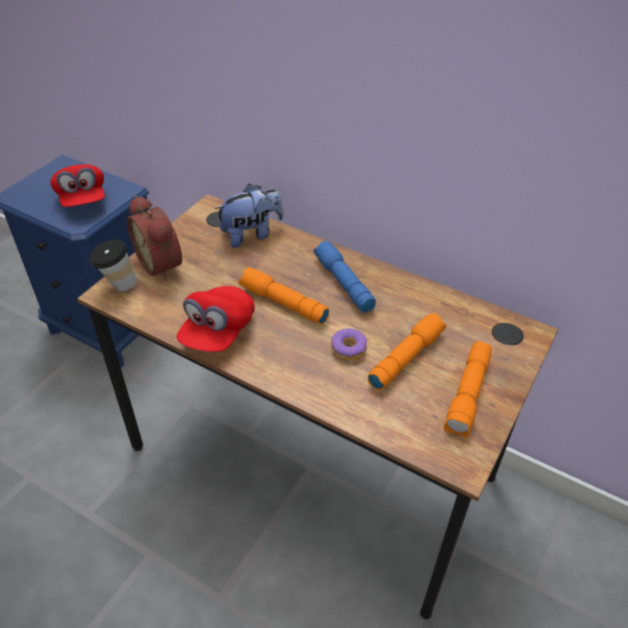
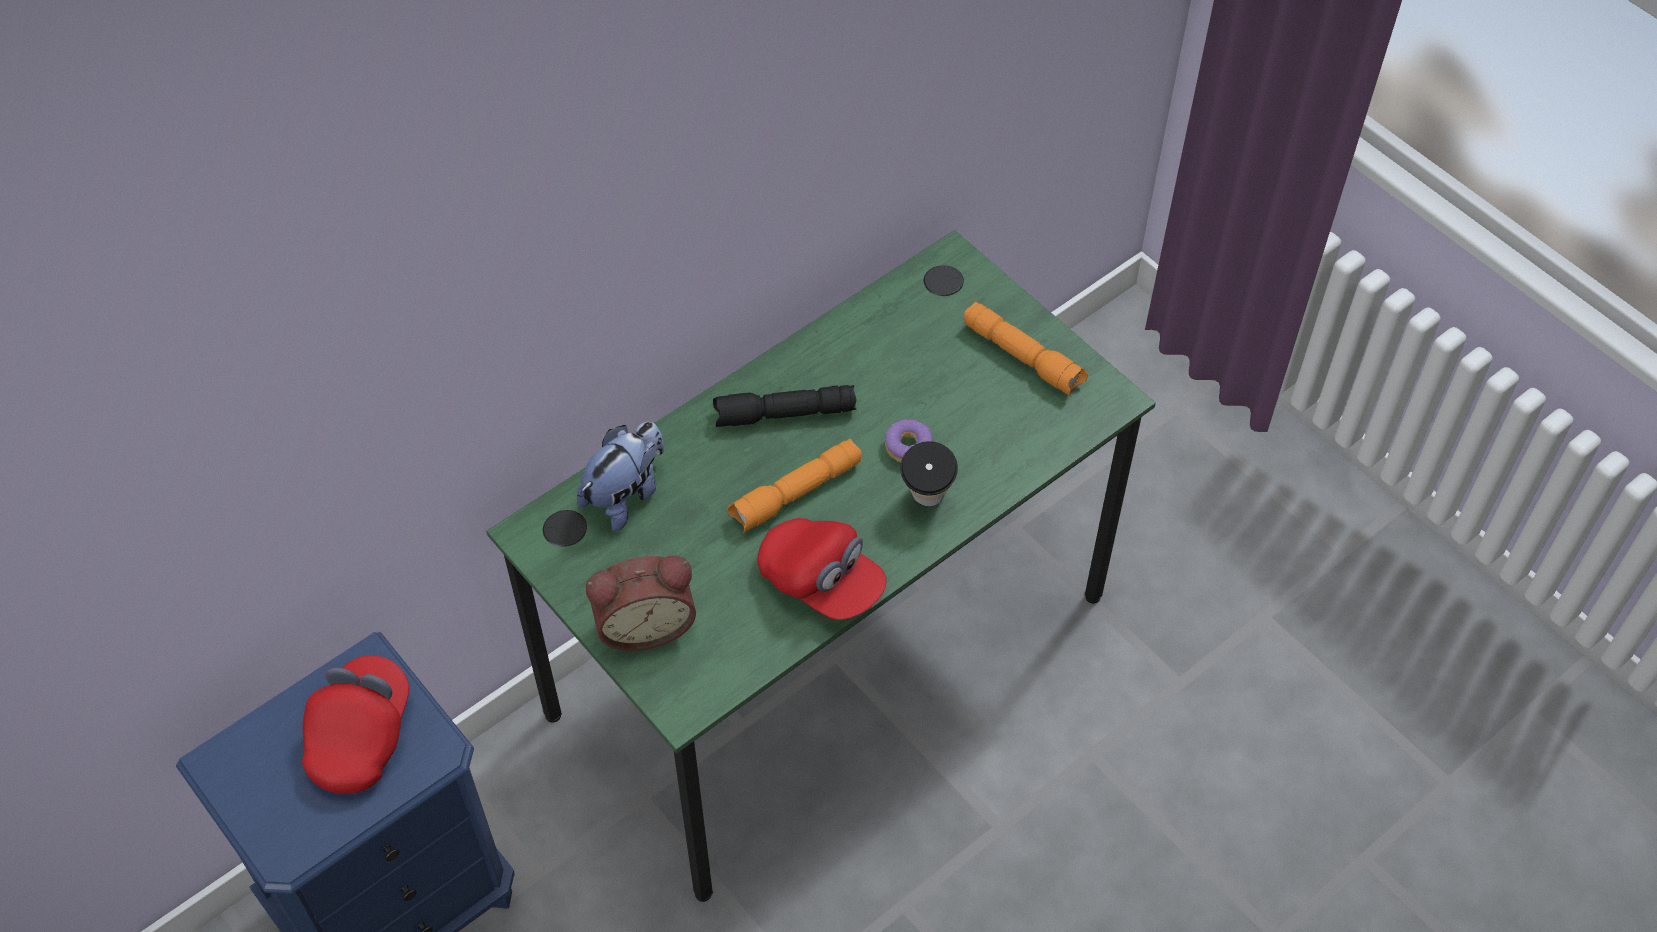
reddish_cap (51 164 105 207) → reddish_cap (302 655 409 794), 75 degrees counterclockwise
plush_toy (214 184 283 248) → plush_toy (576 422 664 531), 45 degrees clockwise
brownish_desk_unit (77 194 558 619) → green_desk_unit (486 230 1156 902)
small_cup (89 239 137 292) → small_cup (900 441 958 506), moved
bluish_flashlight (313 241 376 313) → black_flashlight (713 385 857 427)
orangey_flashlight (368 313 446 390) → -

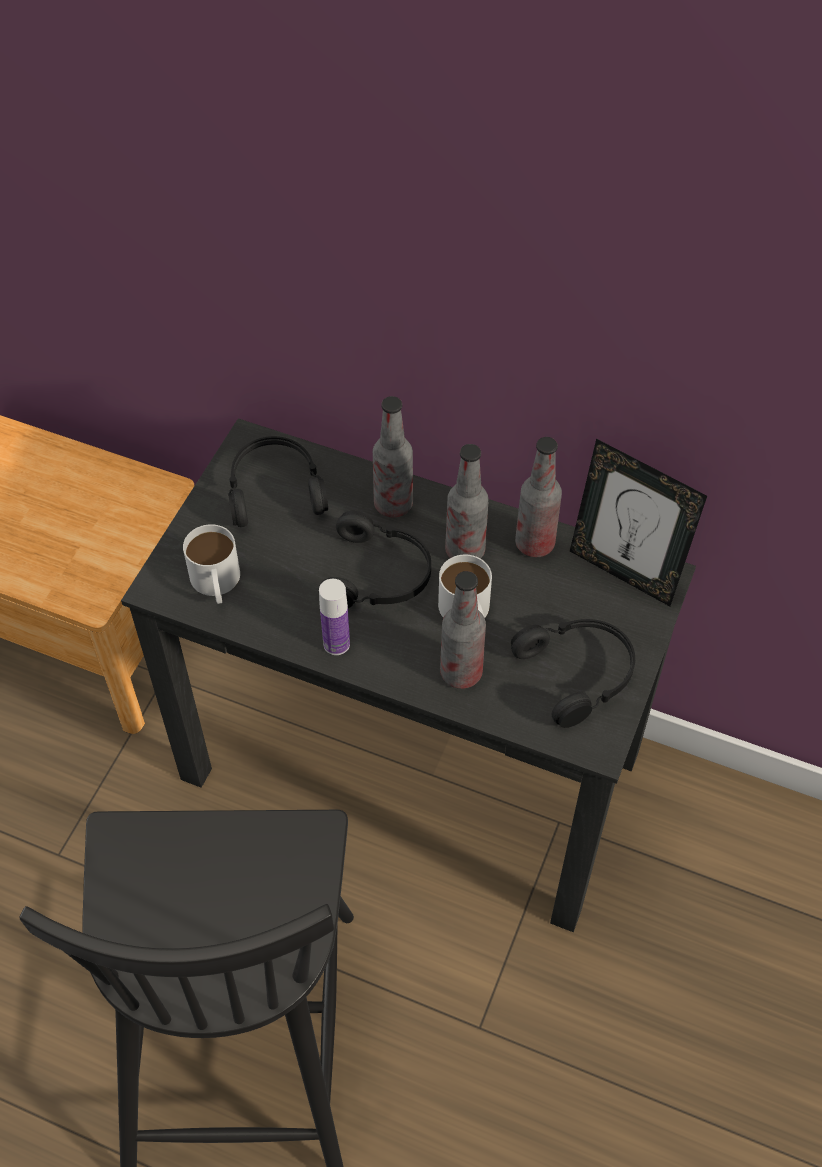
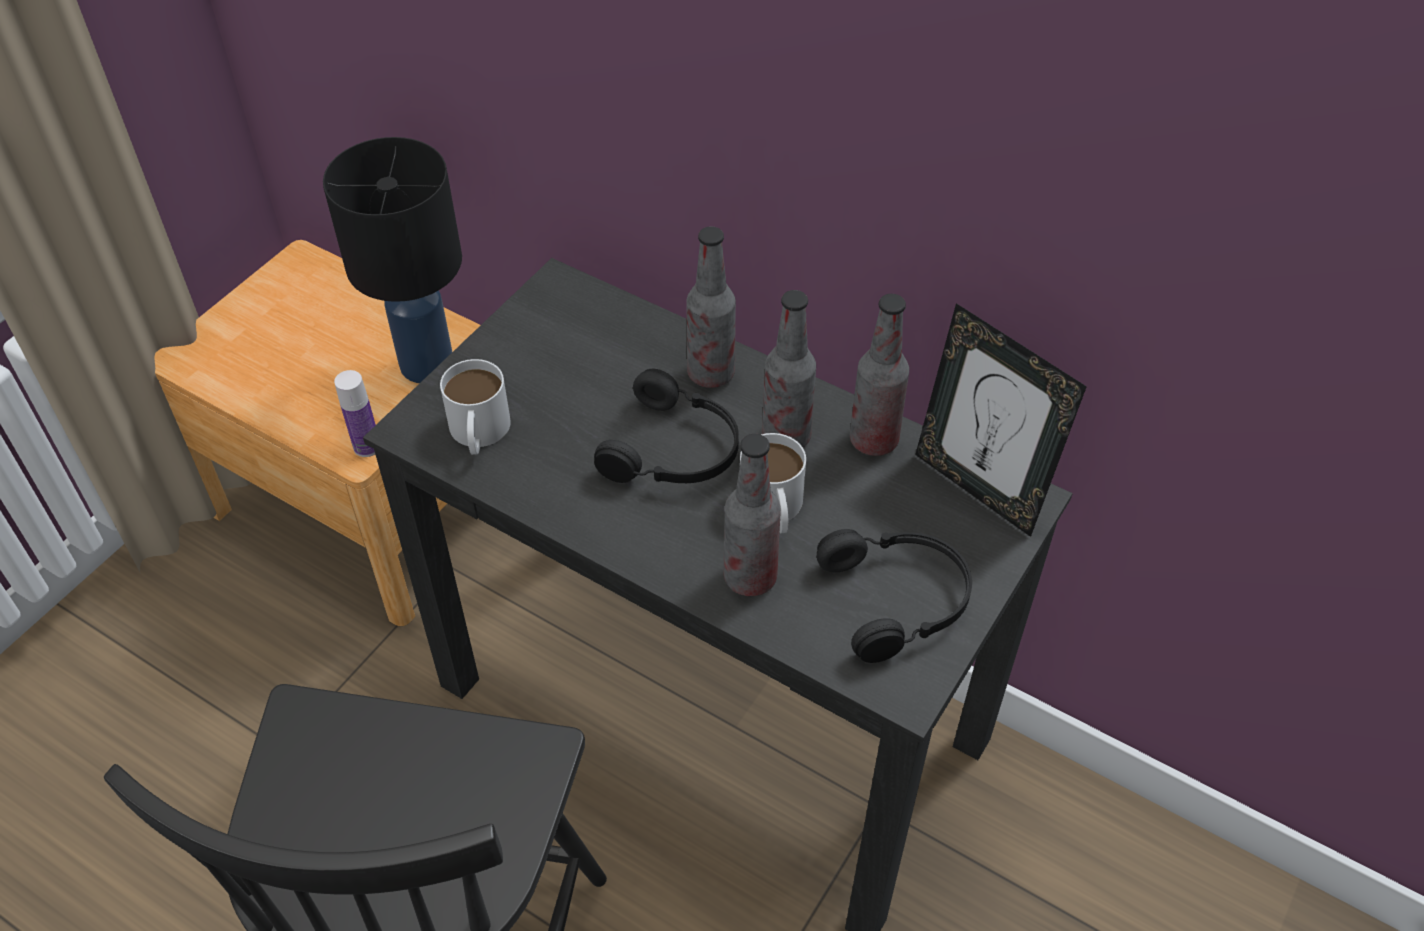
black_pair_of_headphones (228 436 328 527) → -
beverage_bottle (319 579 350 655) → beverage_bottle (334 370 376 457), moved
- → black_lamp_for_a_table (323 137 462 383)

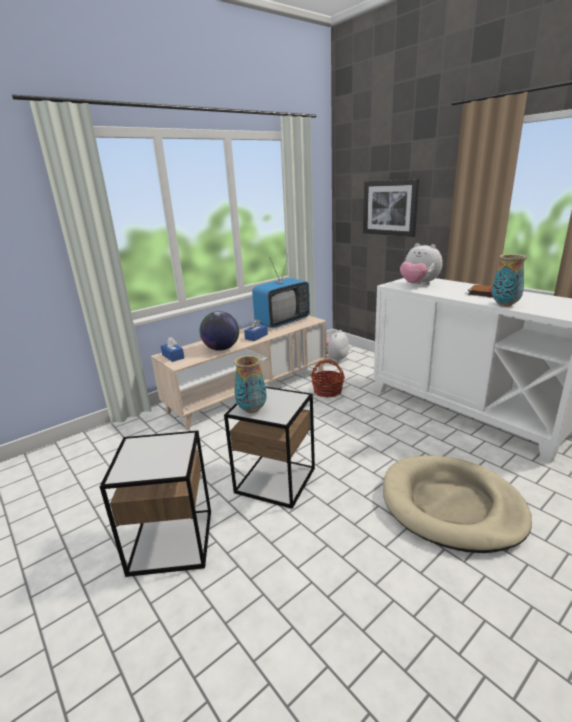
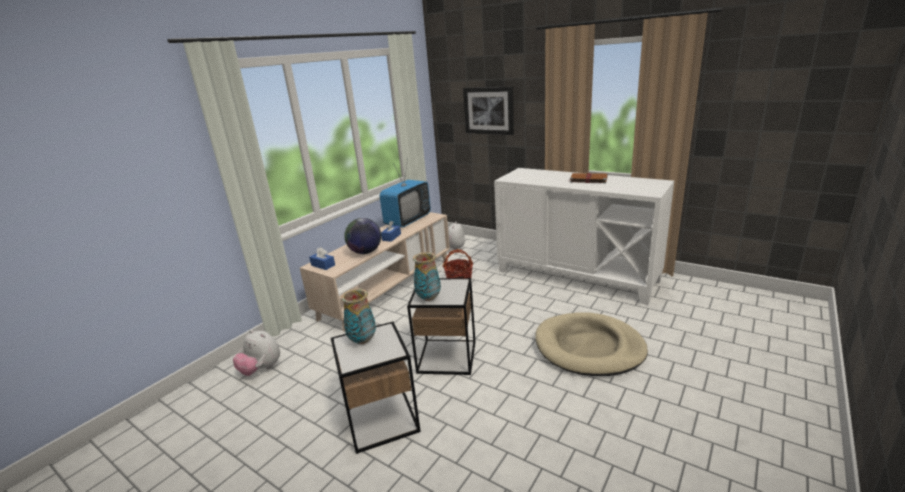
plush_toy (400 243 443 285) → plush_toy (233 330 280 376), moved
flower_vase (492 254 527 307) → flower_vase (341 289 376 344), moved

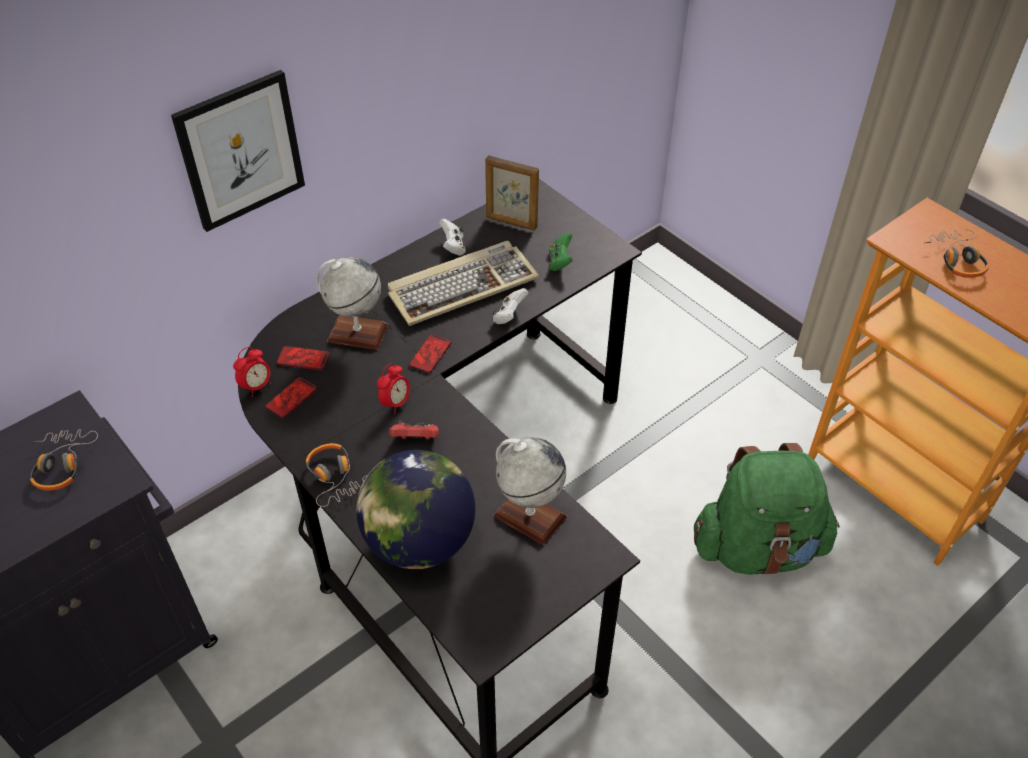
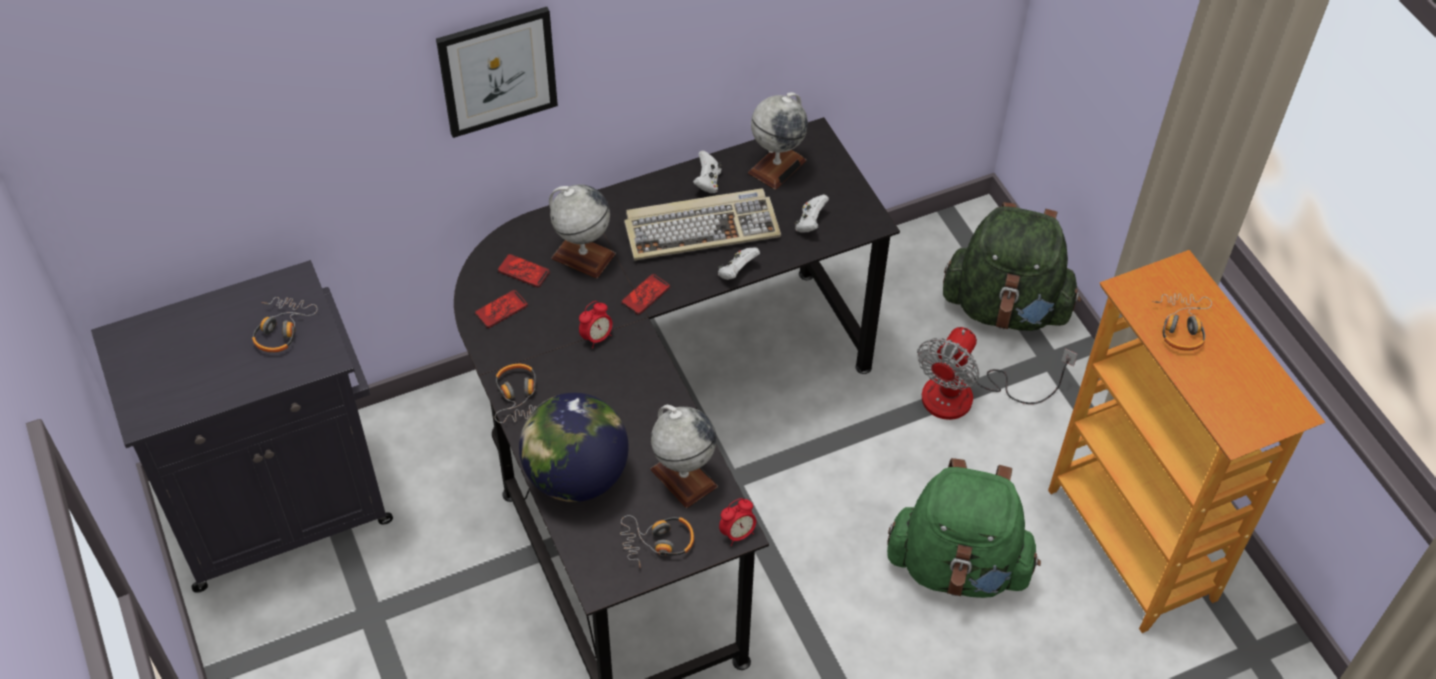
photo_frame (485 155 539 231) → world_globe (748 92 808 190)
green_game_controller (548 232 573 271) → white-coloured_game_controller (795 195 829 233)
table_clock (233 347 272 397) → table_clock (719 498 756 546), moved
reddish_game_controller (389 420 439 440) → -
- → green_knapsack (943 202 1081 331)
- → electric_fan (917 327 1077 420)
- → pair_of_headphones (620 515 694 568)

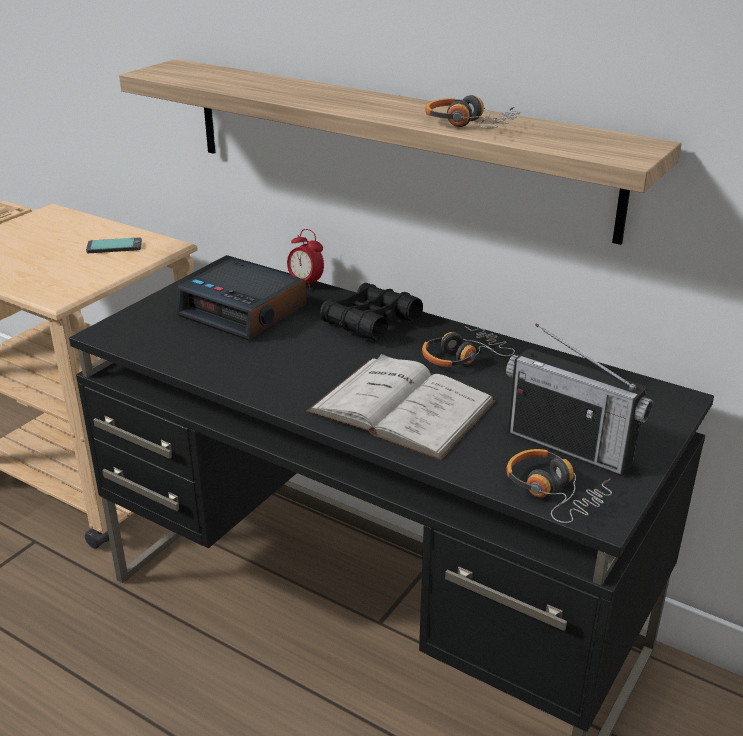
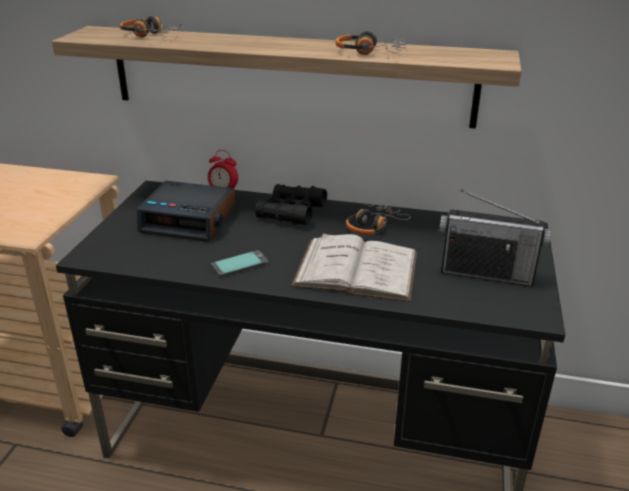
telephone (86 237 142 253) → telephone (211 250 269 278), moved
pair_of_headphones (506 449 612 523) → pair_of_headphones (120 16 183 37), moved

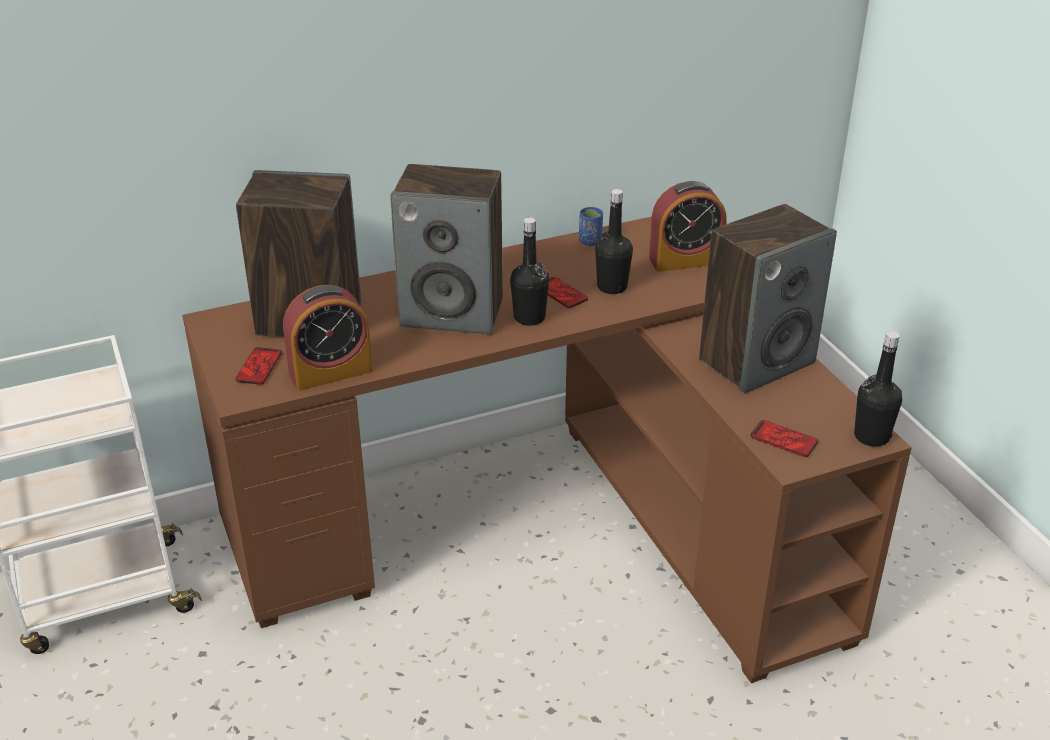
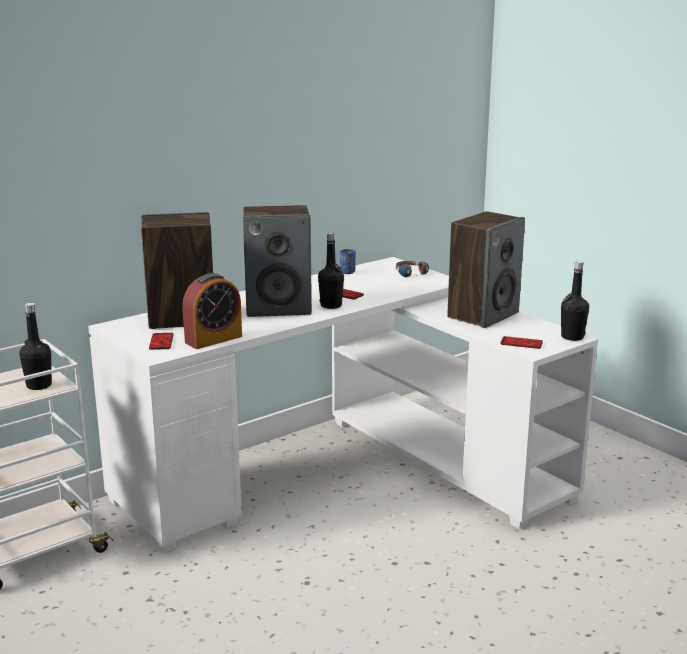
table_clock (649 181 727 272) → pair_of_headphones (396 261 429 277)
black_beverage_bottle (595 189 633 294) → black_beverage_bottle (20 303 52 390), moved
brownish_desk_unit (182 217 912 683) → white-coloured_desk_unit (88 257 598 553)

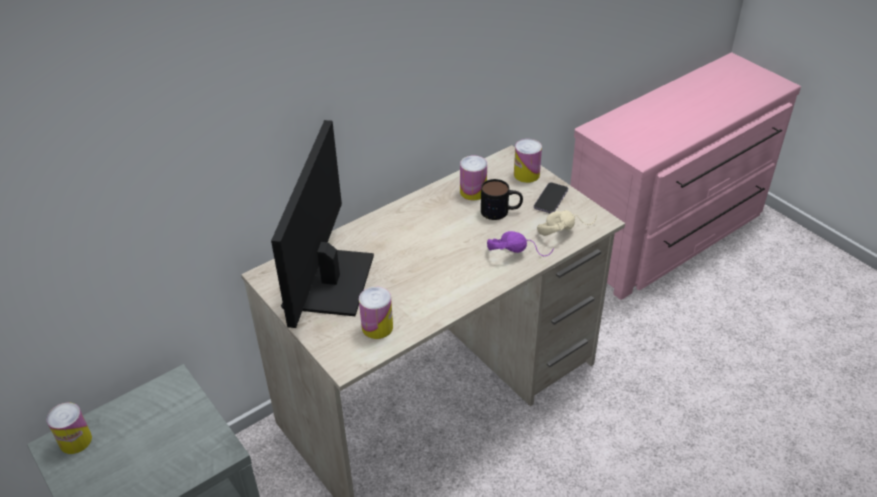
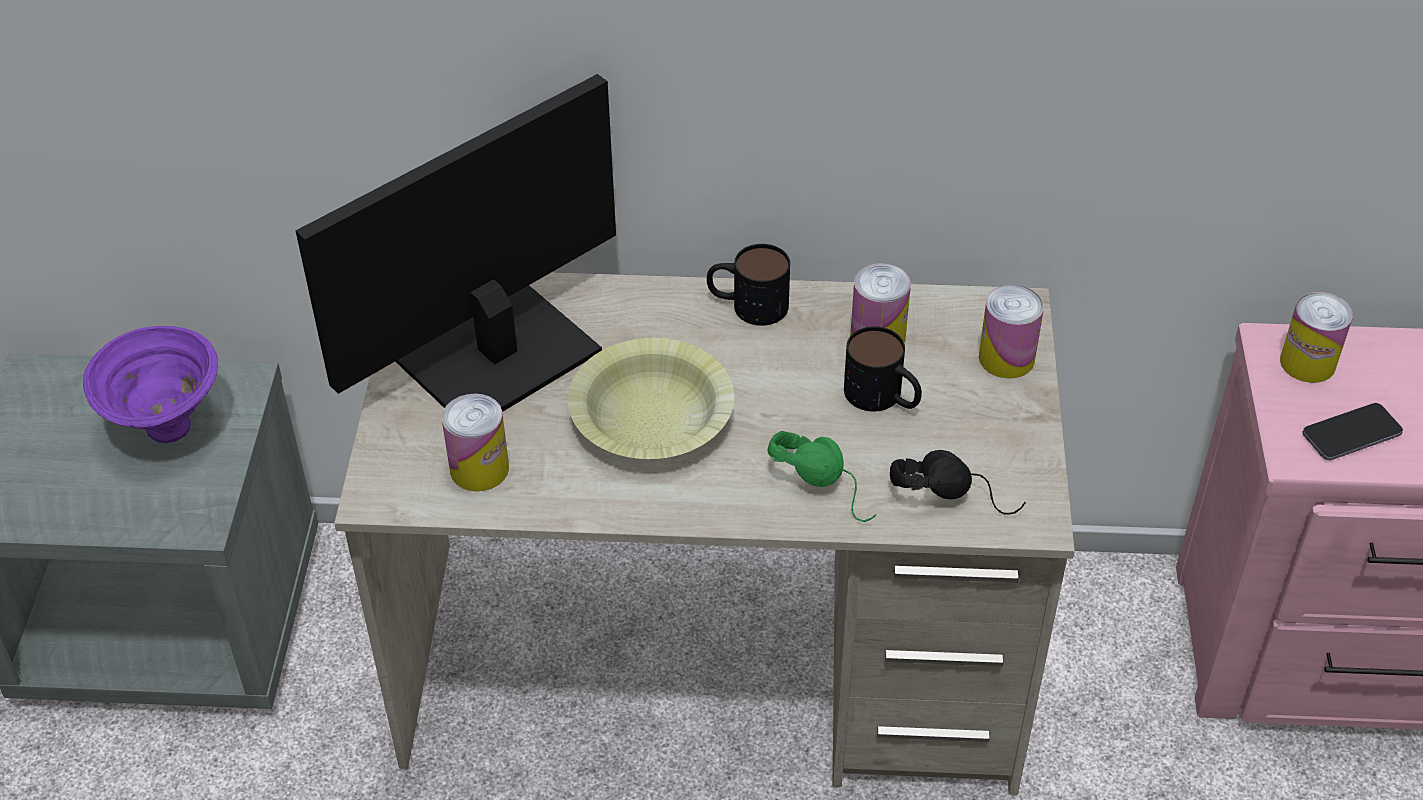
telephone (534 182 568 214) → telephone (1302 403 1403 460), moved
beige_pair_of_headphones (537 210 597 236) → black_pair_of_headphones (890 450 1026 514)
purple_pair_of_headphones (487 231 554 256) → green_pair_of_headphones (767 431 876 522)
metal_can (47 403 92 454) → metal_can (1280 292 1353 383), moved
- → mug (707 244 790 326)
- → purple_deep_dish (83 326 218 443)
- → yellow-coloured_deep_dish (568 338 734 459)

